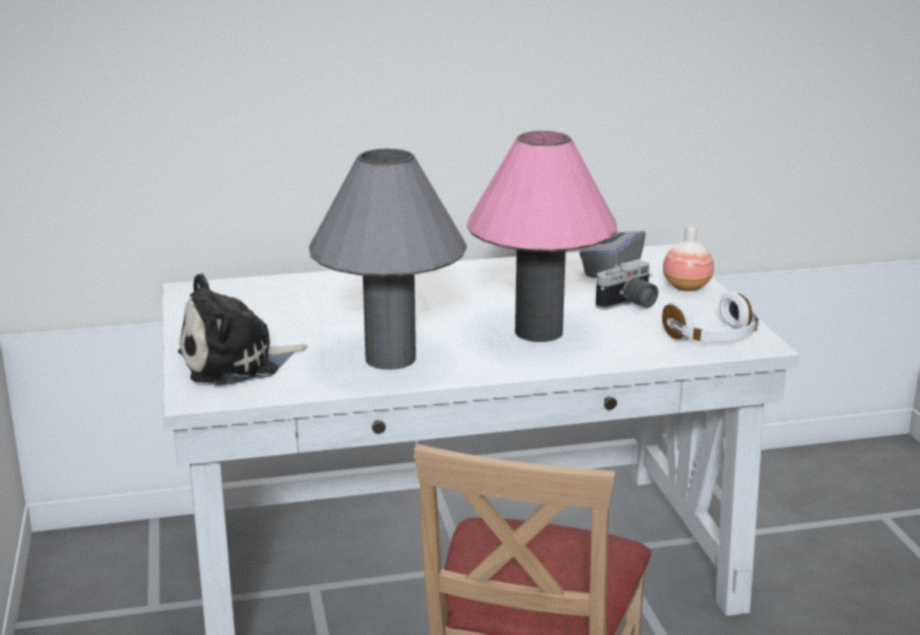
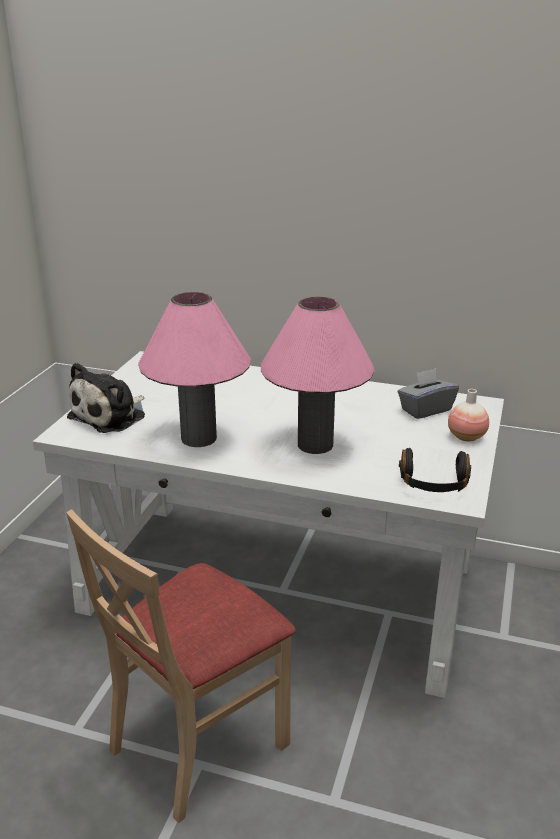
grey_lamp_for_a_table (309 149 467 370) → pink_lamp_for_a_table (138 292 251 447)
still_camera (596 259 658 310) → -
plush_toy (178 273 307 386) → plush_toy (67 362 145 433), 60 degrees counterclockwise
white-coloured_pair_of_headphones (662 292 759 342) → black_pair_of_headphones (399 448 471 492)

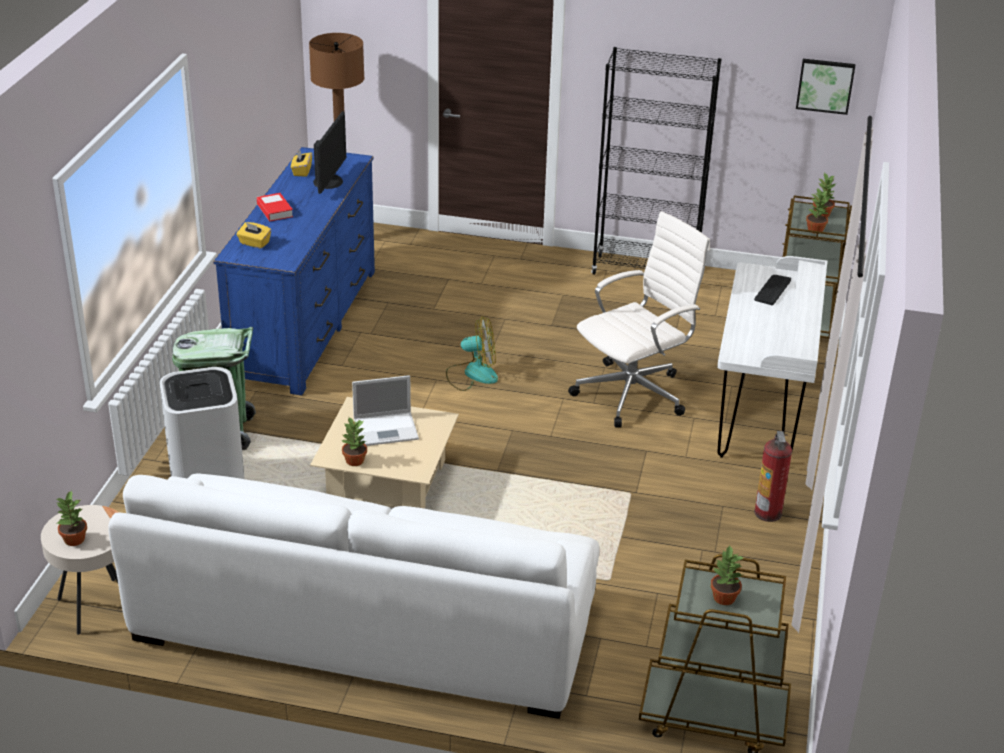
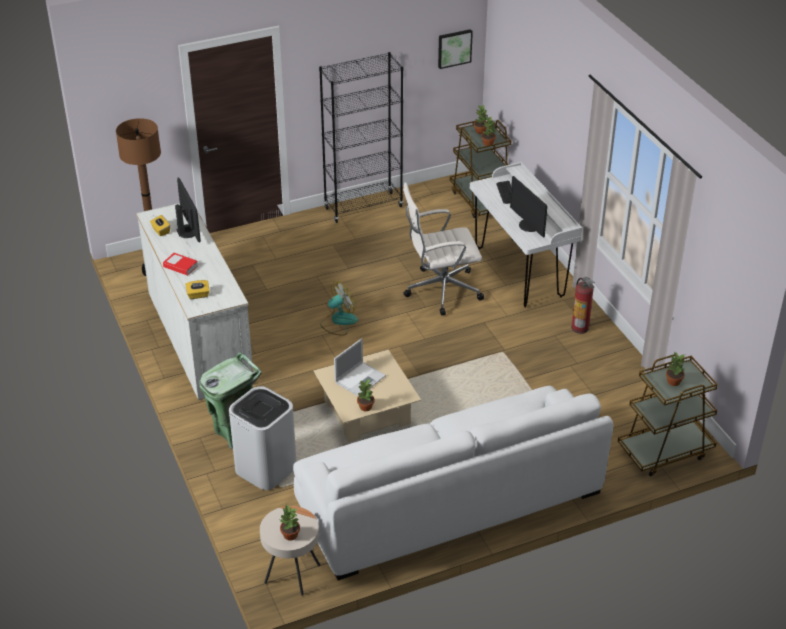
bluish_drawer_chest (213 147 375 396) → white-coloured_drawer_chest (136 203 254 400)
white-coloured_desk_chair (568 211 710 428) → white-coloured_desk_chair (403 182 484 315), 120 degrees counterclockwise
- → monitor (510 176 548 237)

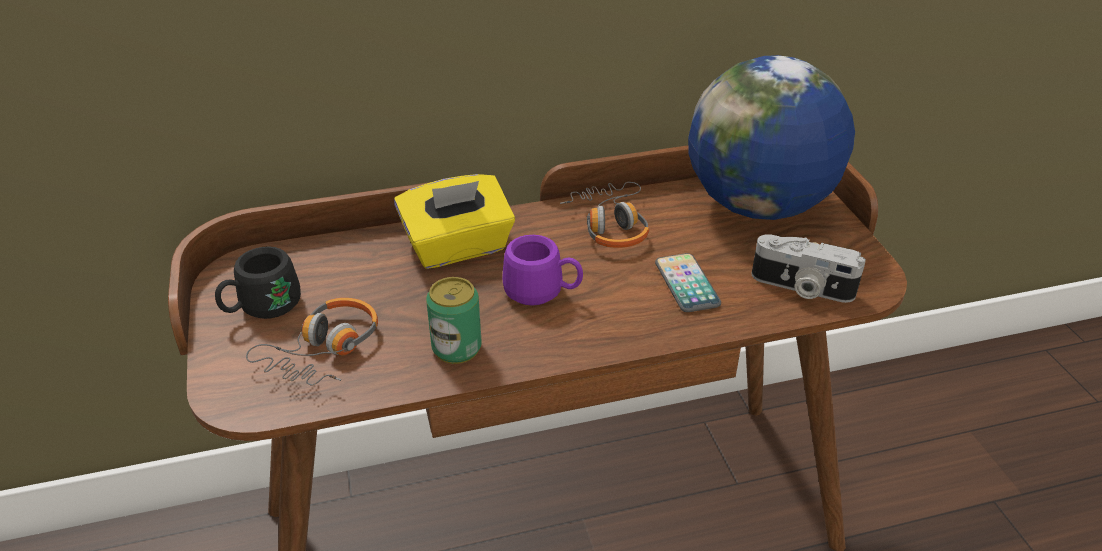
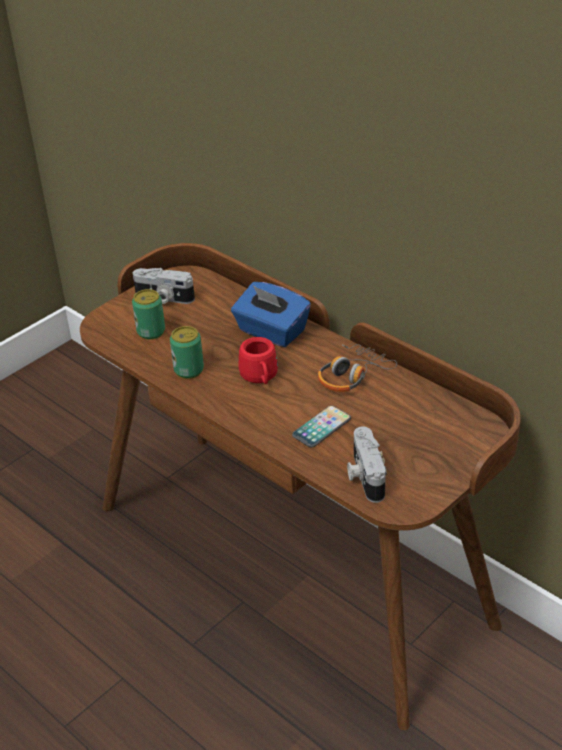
world_globe (688 55 855 220) → -
yellow-coloured_tissue_box (394 174 515 269) → bluish_tissue_box (231 282 311 347)
purple_mug (502 235 583 305) → reddish_mug (238 337 278 384)
black_mug (215 246 301 319) → still_camera (133 268 195 304)
pair_of_headphones (246 298 378 386) → metal_can (132 289 165 340)

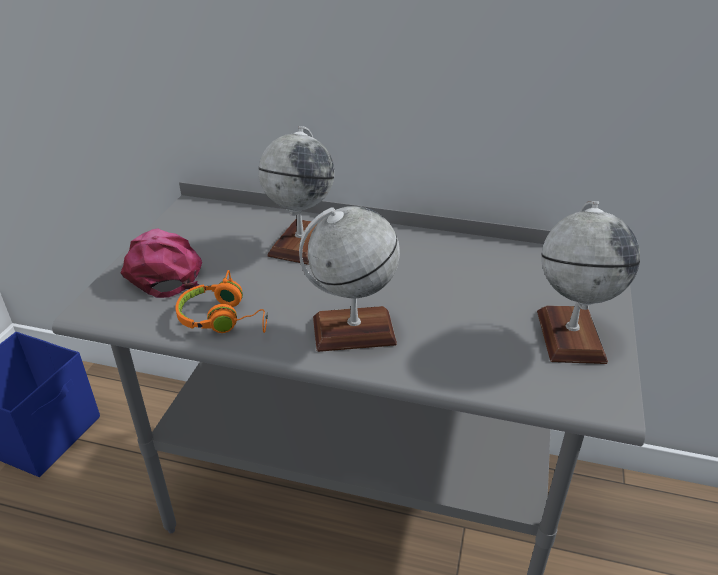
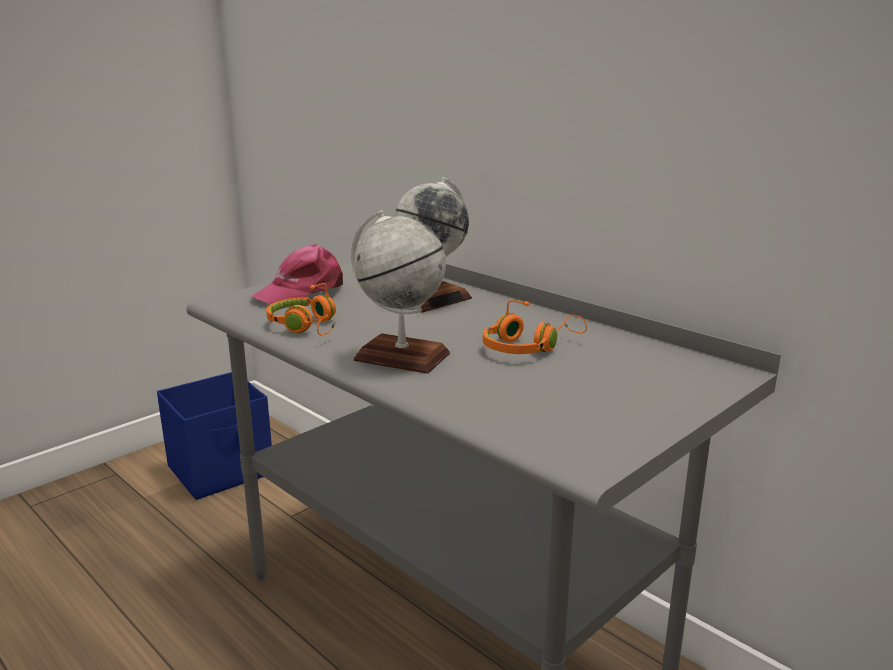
world_globe (537 201 640 364) → -
pink_cap (121 228 202 298) → pink_cap (249 244 343 304), 150 degrees counterclockwise
- → orangey_pair_of_headphones (483 300 587 354)

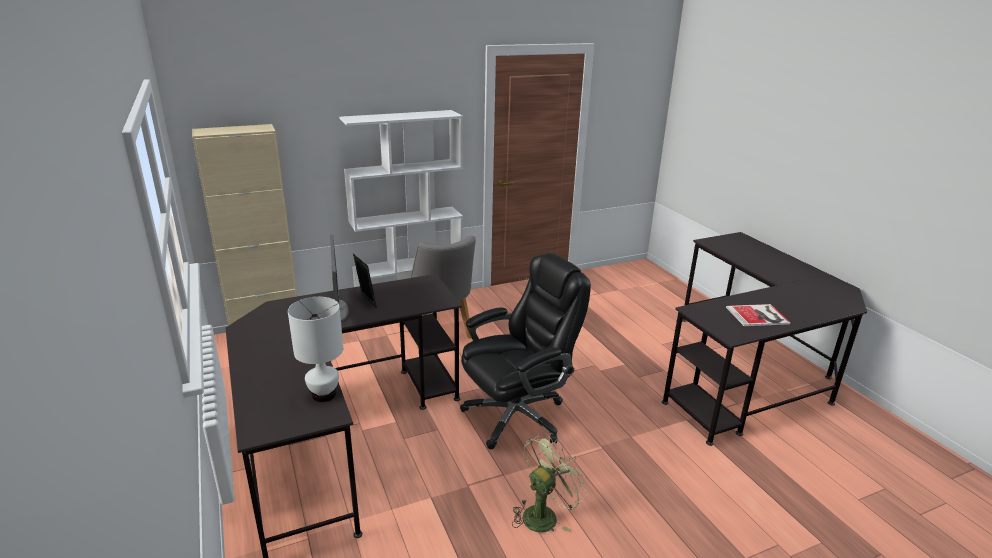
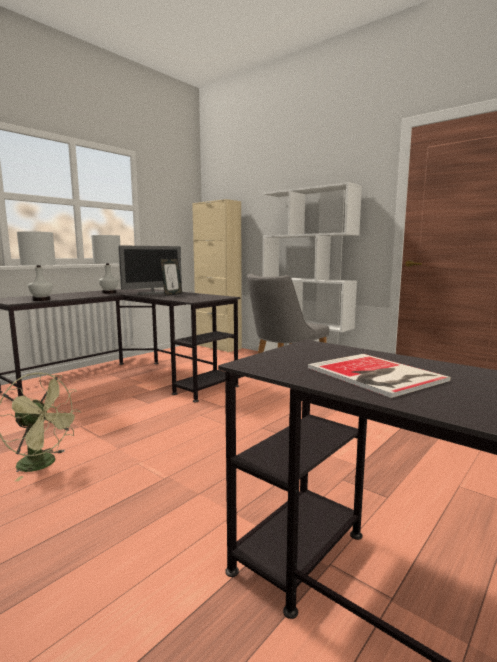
black_desk_chair (460 253 591 449) → -
- → white-coloured_lamp_for_a_table (91 235 120 294)

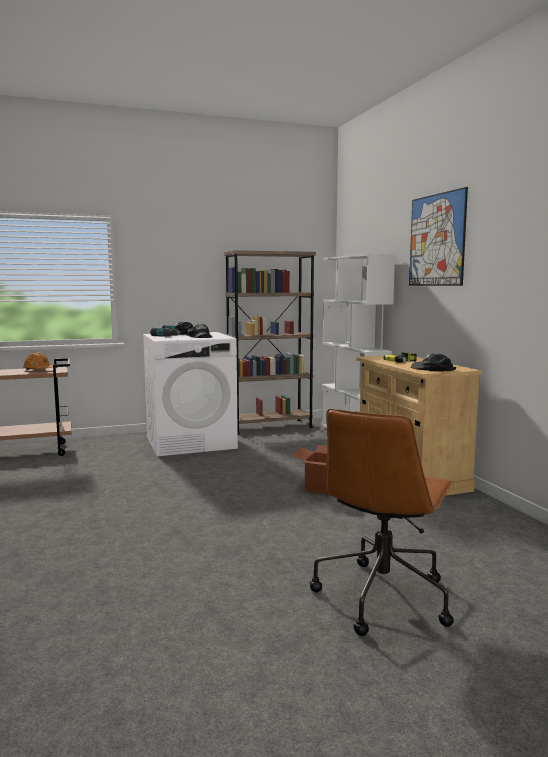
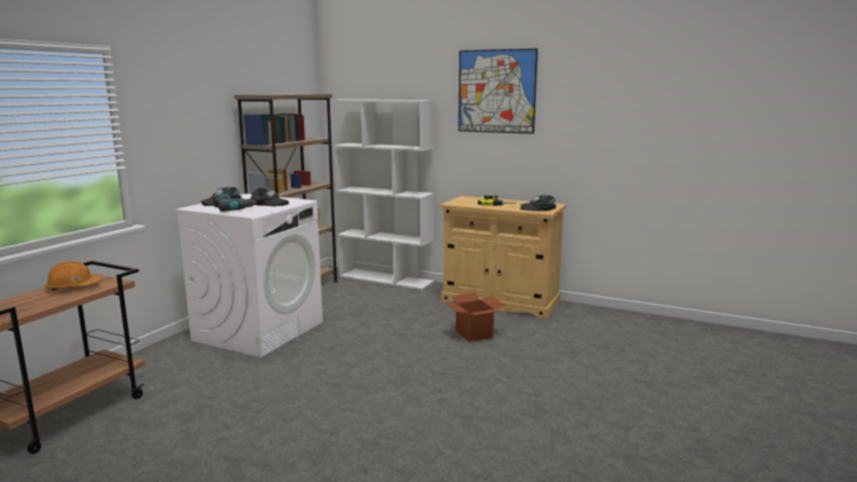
brownish_desk_chair (310 409 454 636) → -

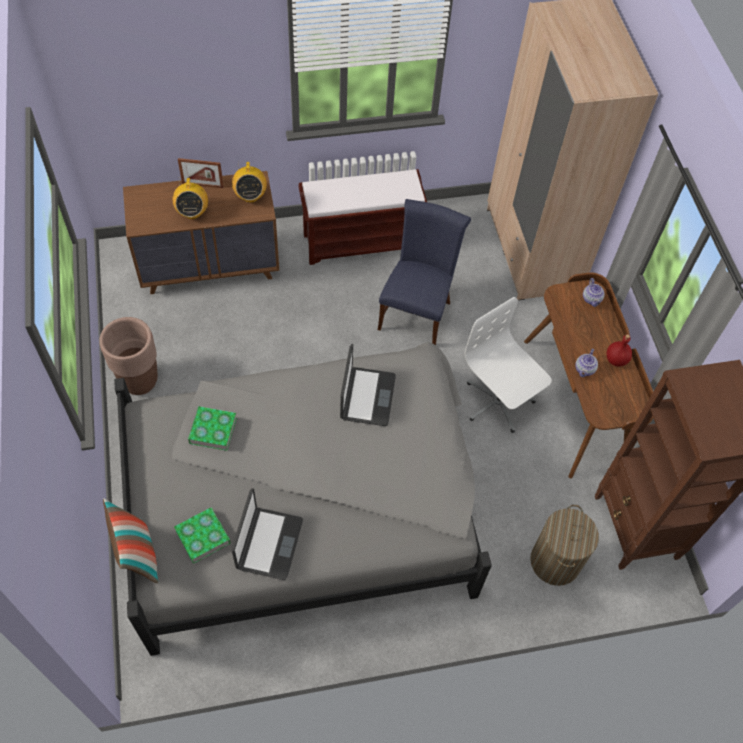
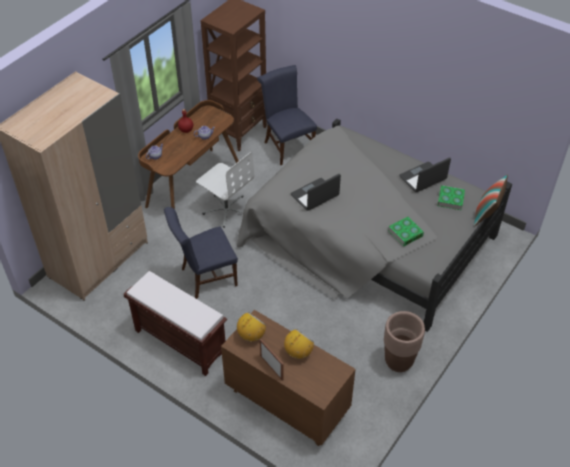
white-coloured_desk_chair (465 297 552 433) → white-coloured_desk_chair (196 152 254 228), 60 degrees counterclockwise
laundry_basket (530 505 599 586) → bluish_chair (257 65 317 165)

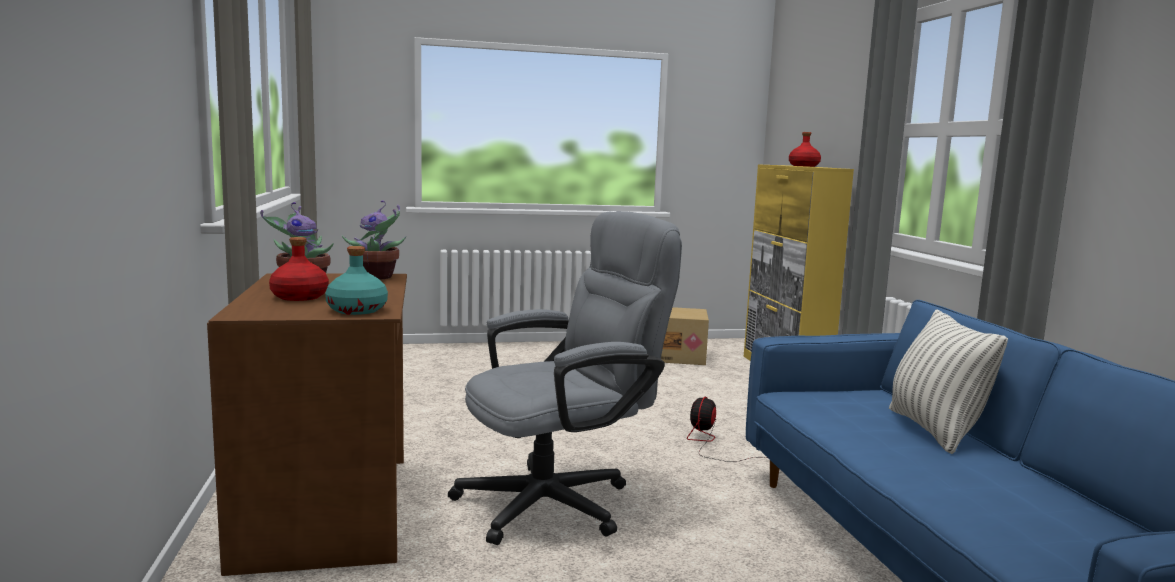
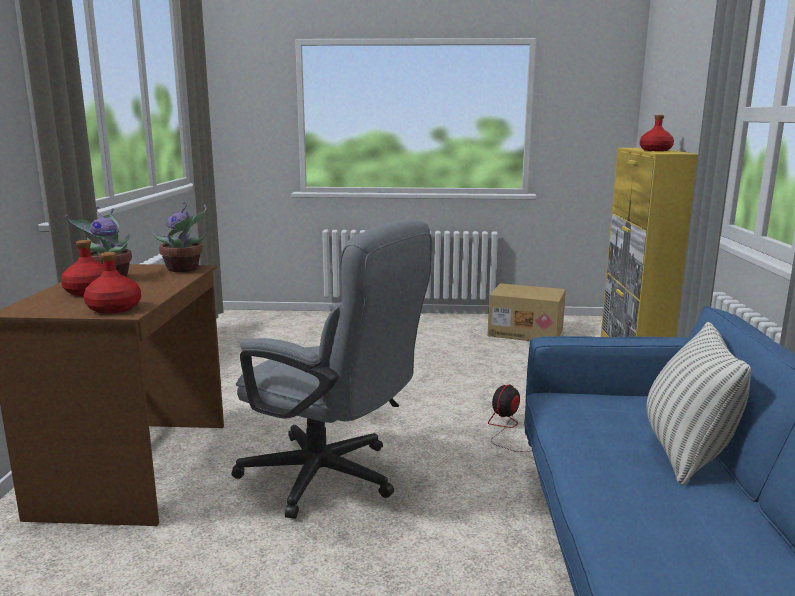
grey_desk_chair (448 211 682 545) → grey_desk_chair (232 220 432 519), 45 degrees clockwise
turquoise-coloured_beverage_bottle (325 246 388 315) → reddish_beverage_bottle (84 252 141 314)

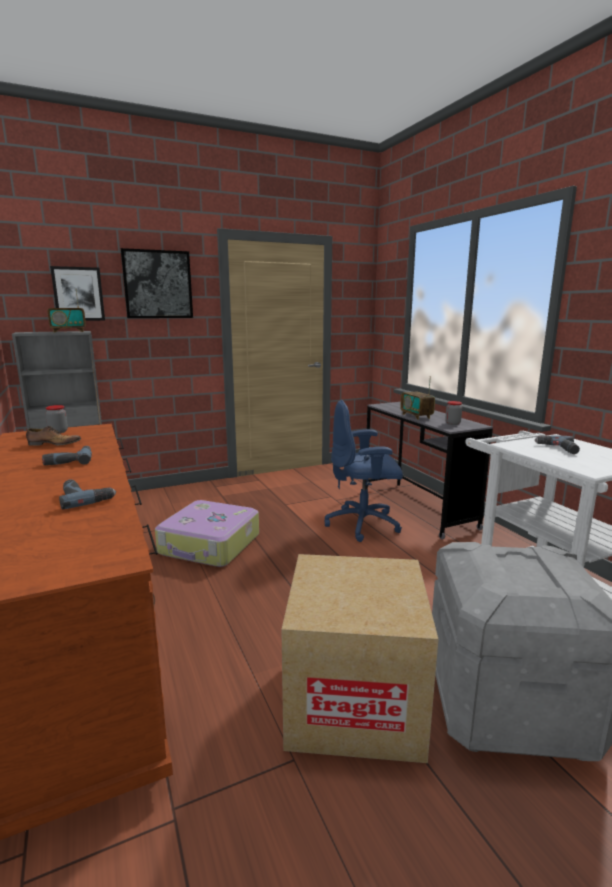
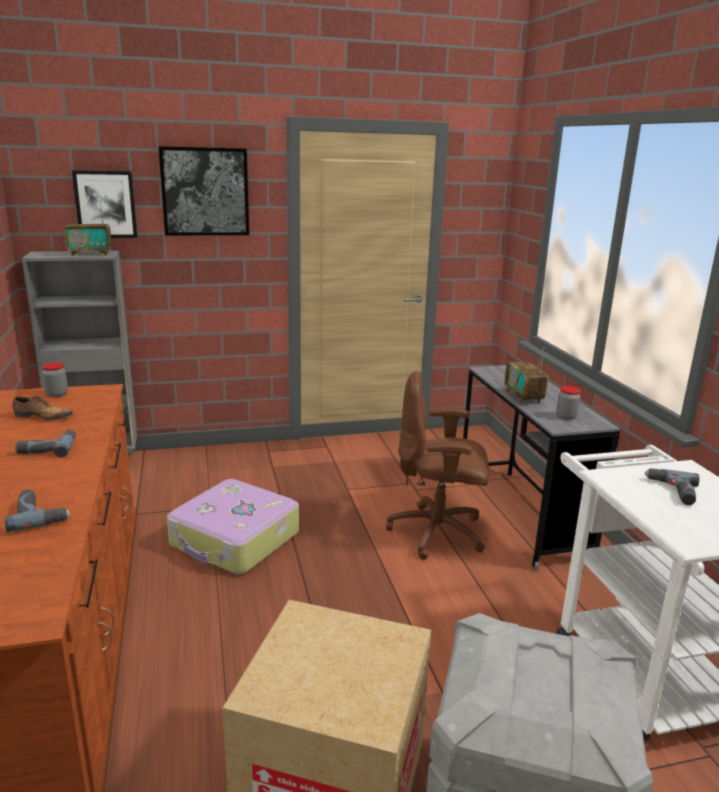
bluish_desk_chair (324 400 403 542) → brownish_desk_chair (386 371 489 560)

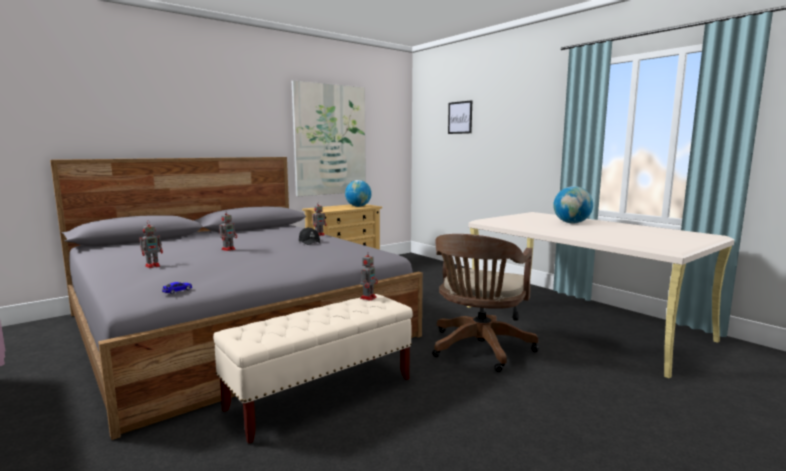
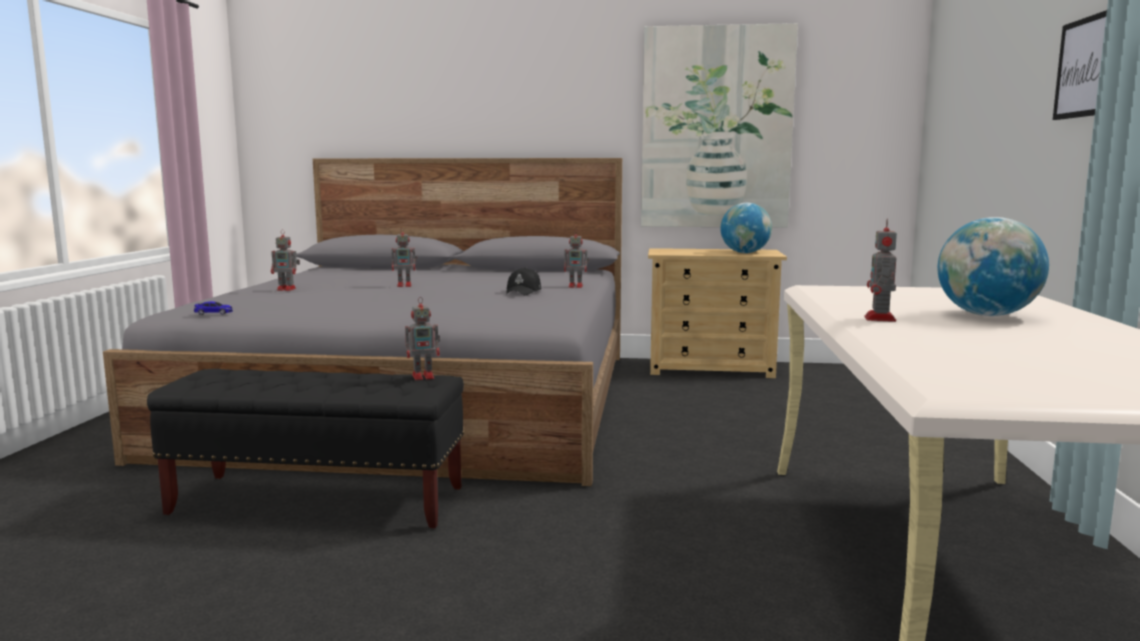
picture (448 100 472 134) → picture (1053 10 1107 120), moved
brownish_desk_chair (432 234 539 372) → -
beige_indoor_bench (213 294 413 444) → black_indoor_bench (147 369 464 528)
- → toy_robot (864 218 897 322)

